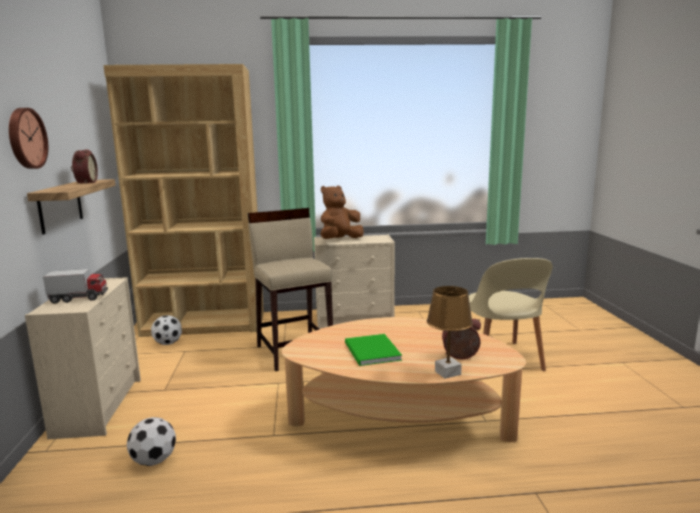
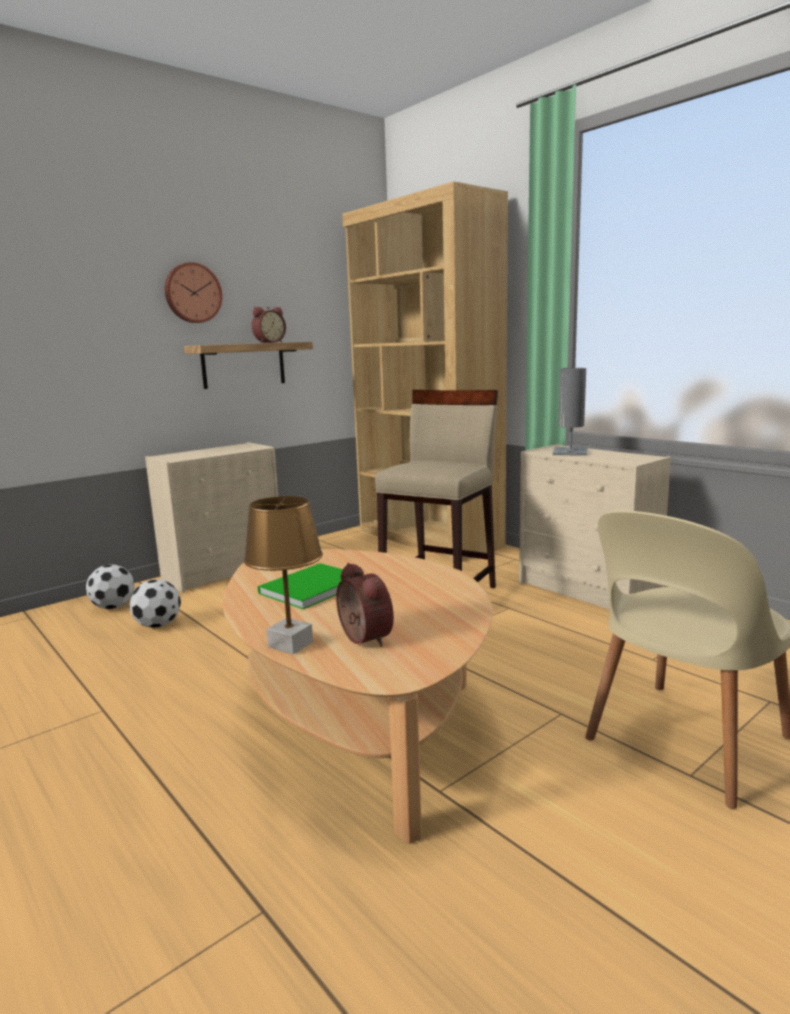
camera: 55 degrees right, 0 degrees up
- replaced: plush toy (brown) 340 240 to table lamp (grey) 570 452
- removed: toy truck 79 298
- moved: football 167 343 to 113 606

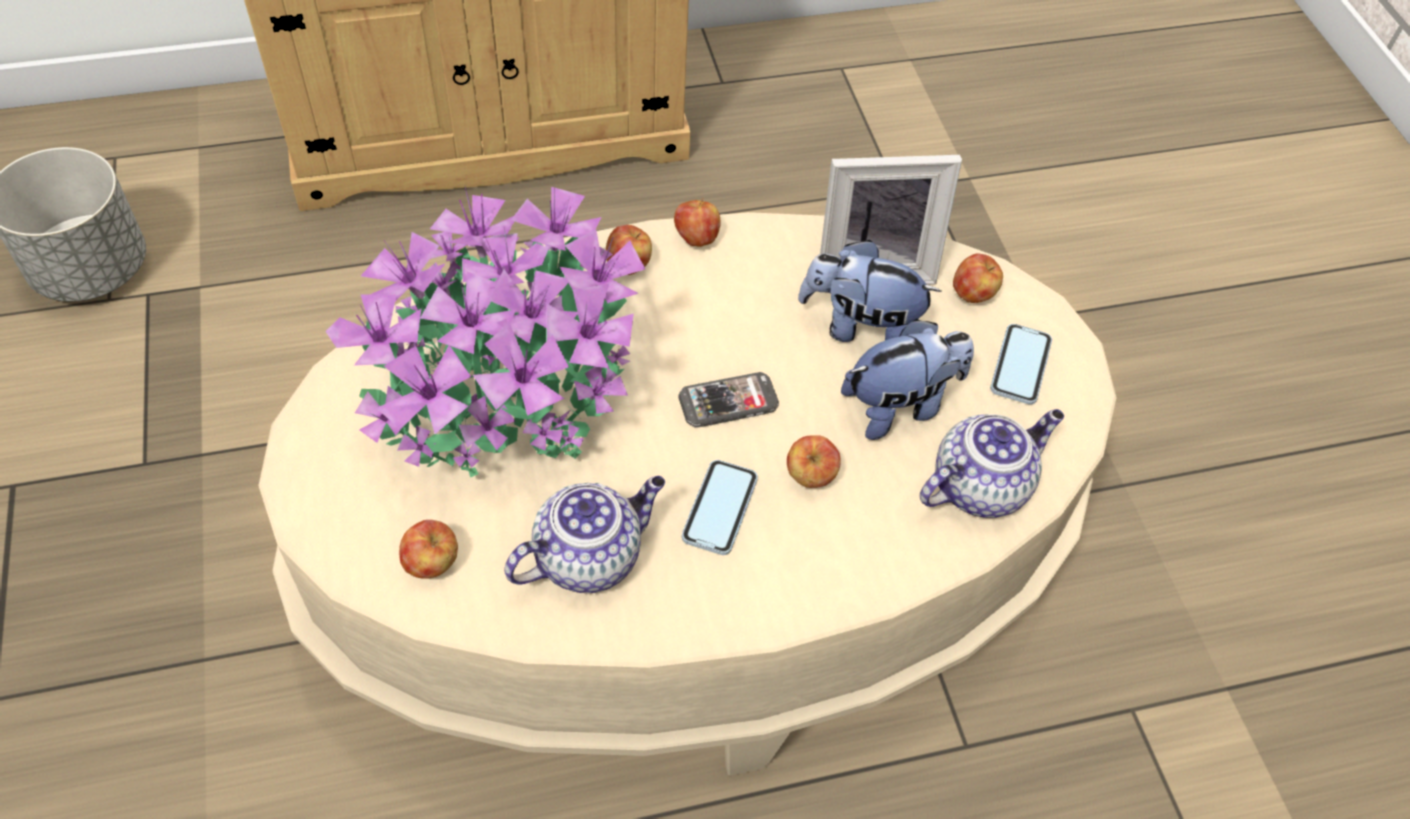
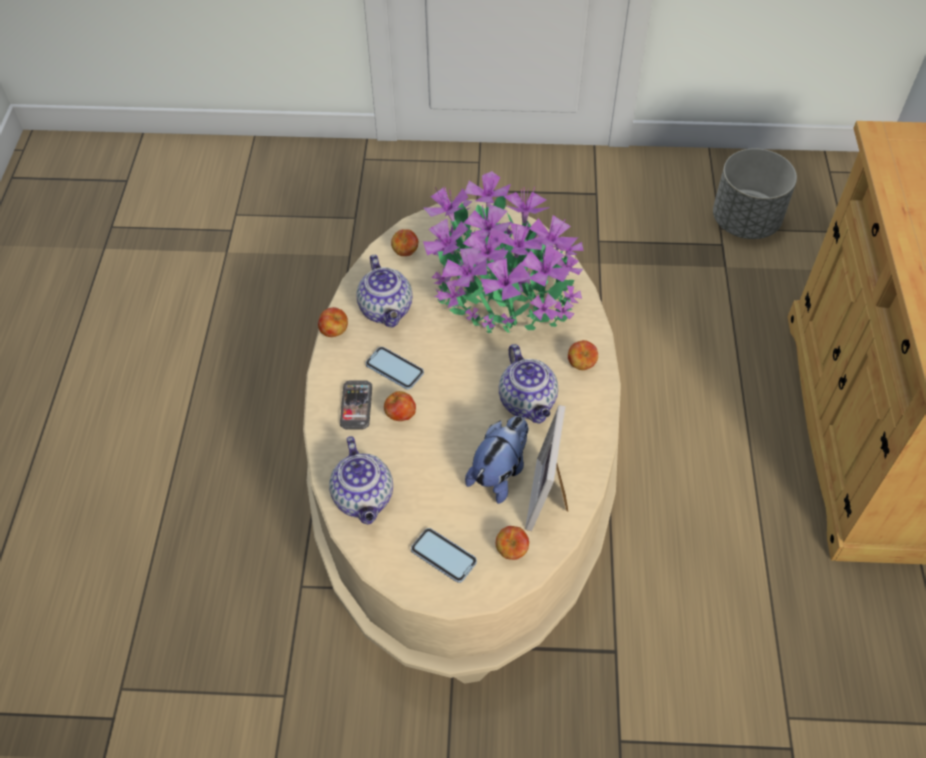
camera: 110 degrees right, 0 degrees up
- moved: apple 696 238 to 334 331
- removed: plush toy 900 406
- moved: phone 728 402 to 356 406
- added: teapot 528 402

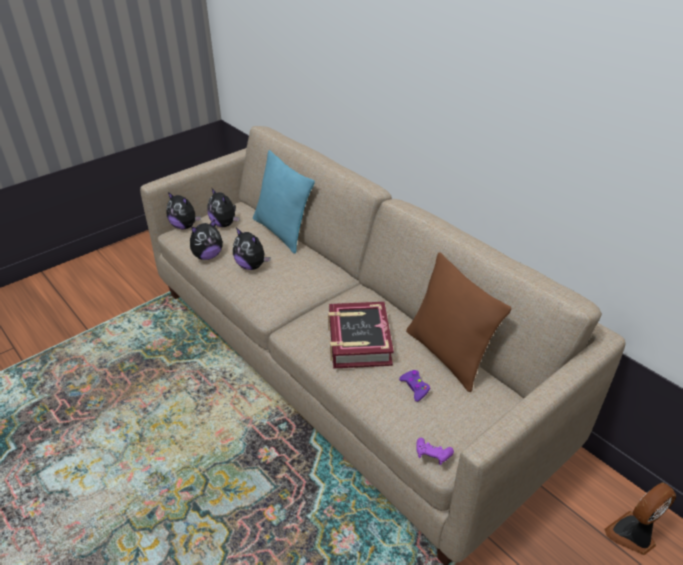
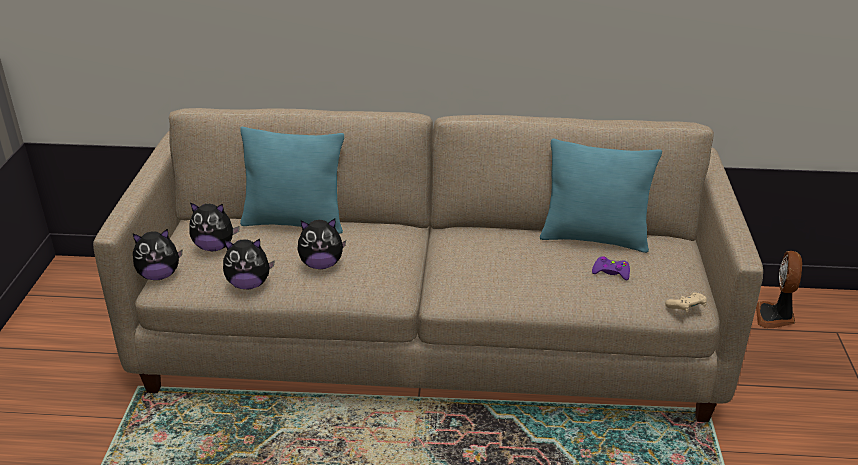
camera: 45 degrees left, 5 degrees down
- turned: plush toy 207 256 = 249 284 75 degrees clockwise
- recoloured: pillow (brown) 447 355 to pillow (turquoise) 594 238
- removed: book 358 341
- recoloured: game controller (purple) 432 456 to game controller (beige) 686 308

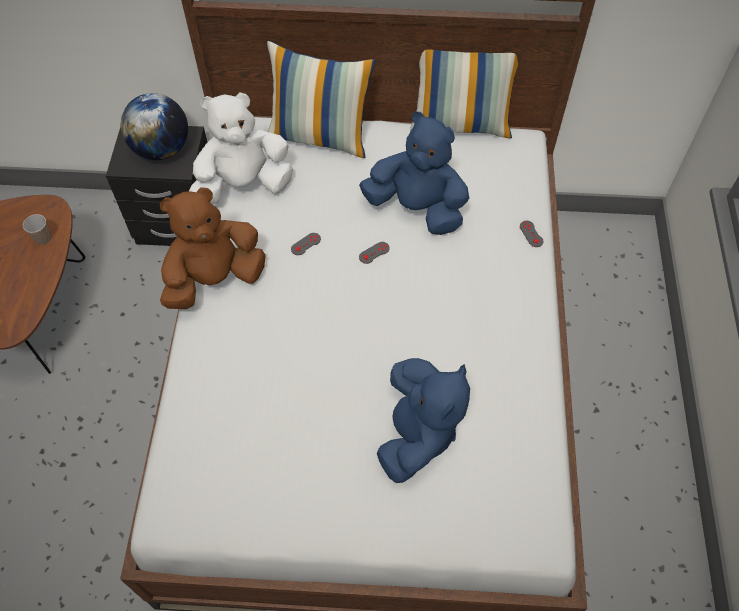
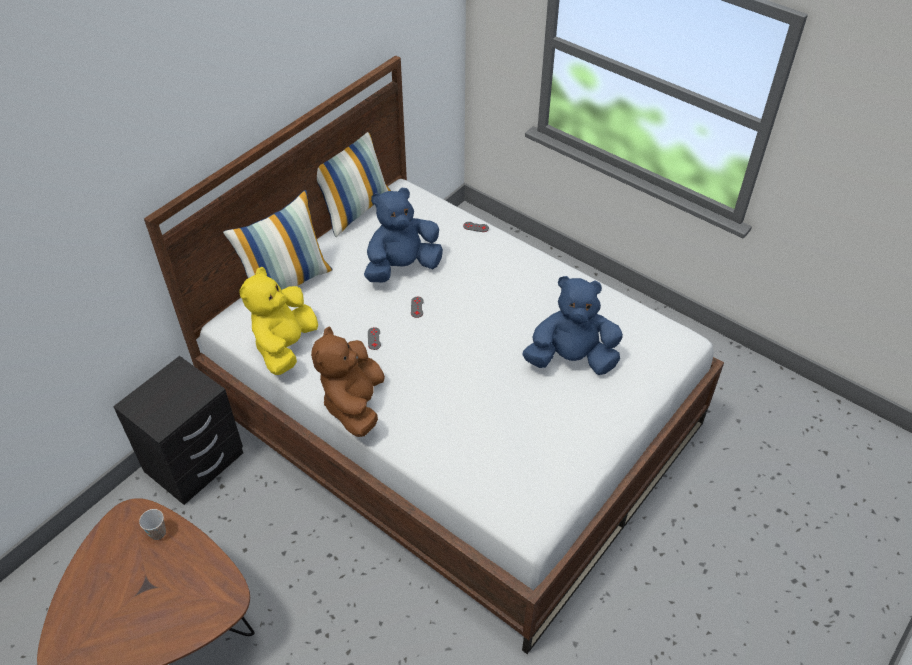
camera: 55 degrees left, 10 degrees down
- recoloured: plush toy (white) 243 185 to plush toy (yellow) 285 346
- removed: globe 161 149
- turned: plush toy (blue) 417 433 = 571 359 45 degrees counterclockwise

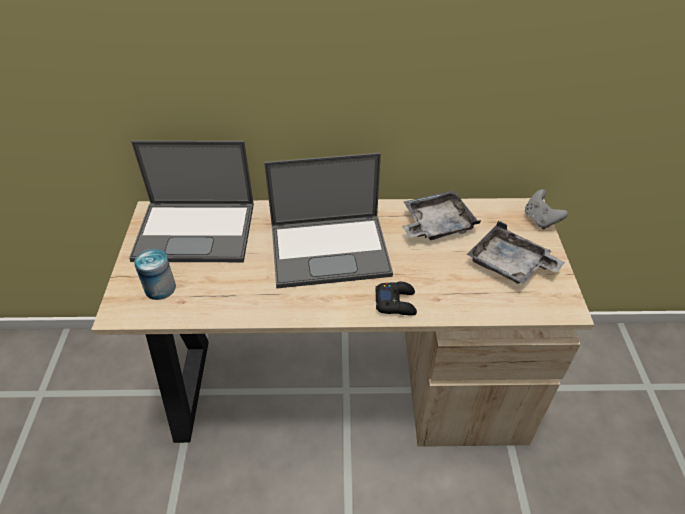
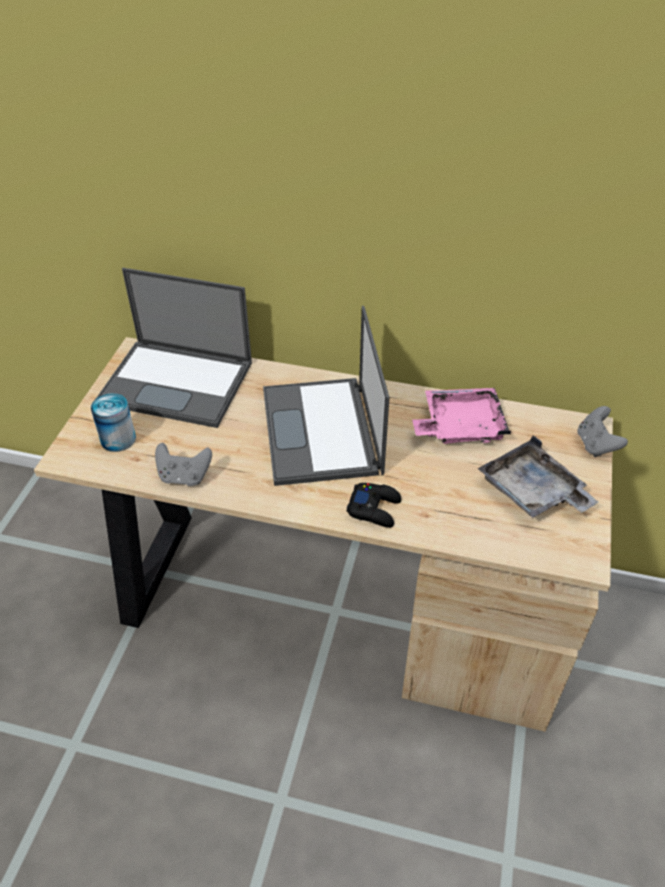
camera: 15 degrees right, 0 degrees up
- turned: laptop 331 249 = 322 432 75 degrees clockwise
- recoloured: tray (grey) 436 224 to tray (pink) 460 426
- added: game controller (grey) 184 476

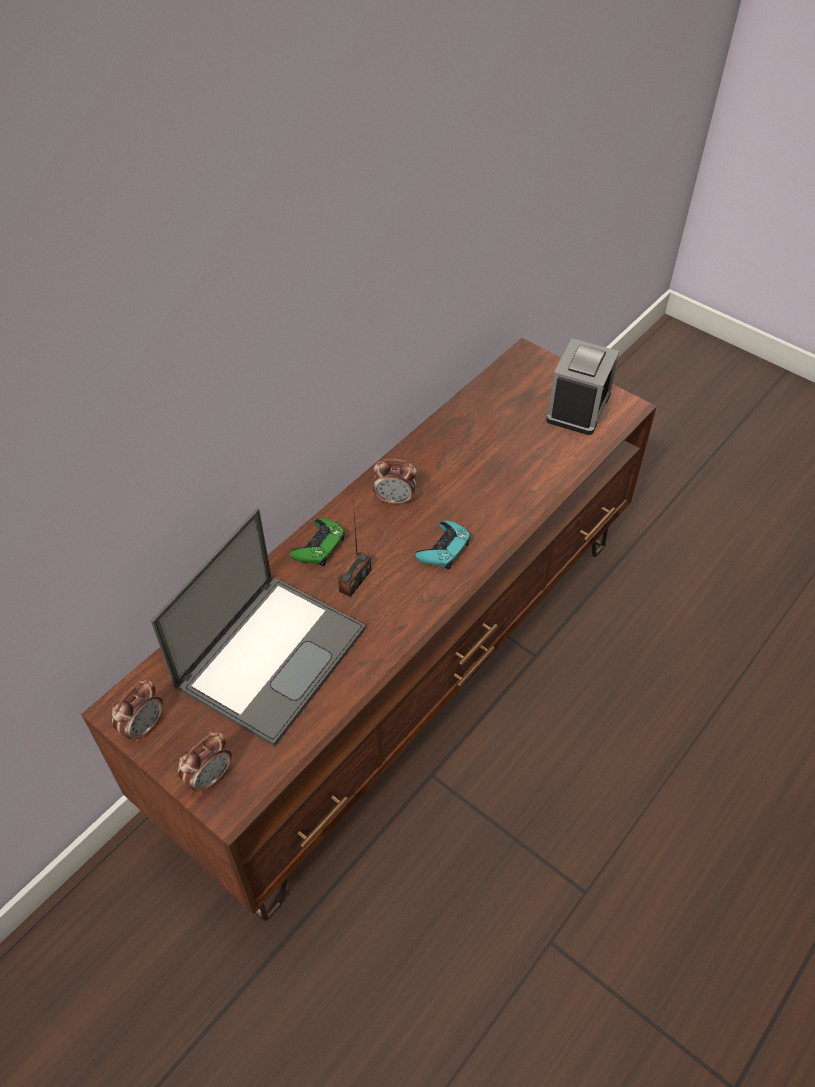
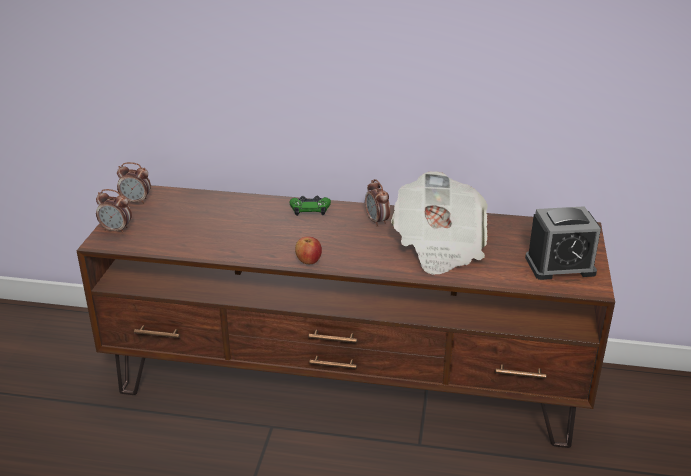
camera: 60 degrees right, 20 degrees down
- removed: radio 355 580
- removed: laptop 272 655
- removed: game controller (turquoise) 444 549
- added: newspaper 439 247
- added: apple 308 261

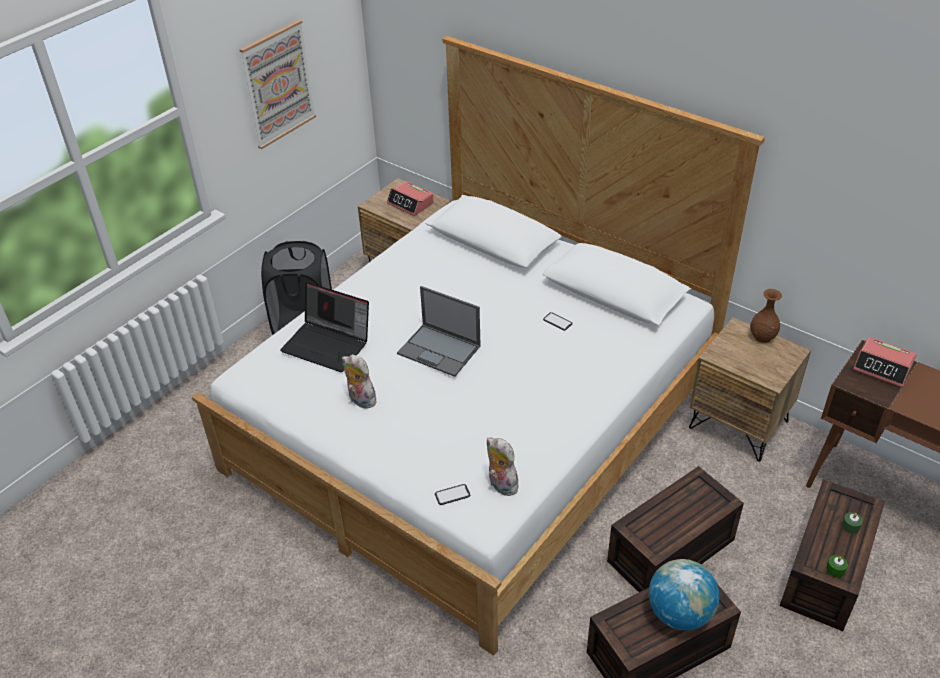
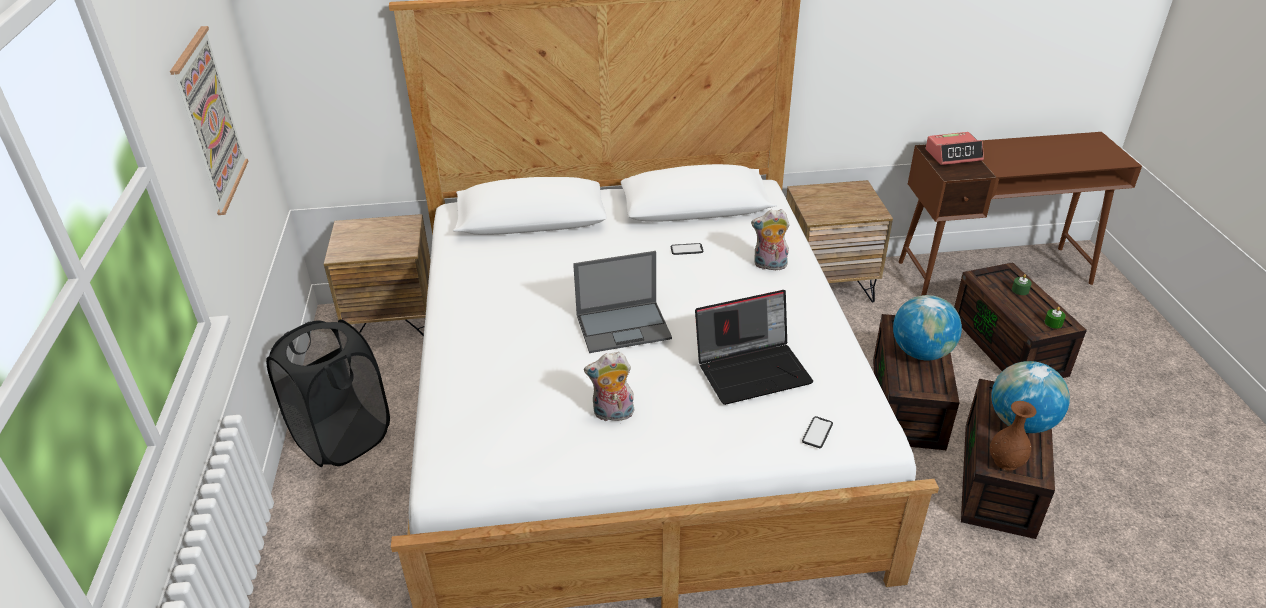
camera: 45 degrees left, 5 degrees down
- removed: alarm clock 410 203
- moved: laptop 328 344 to 753 369
- moved: vase (brown) 762 337 to 1006 462
- moved: plush toy 500 485 to 769 266
- added: globe 921 352

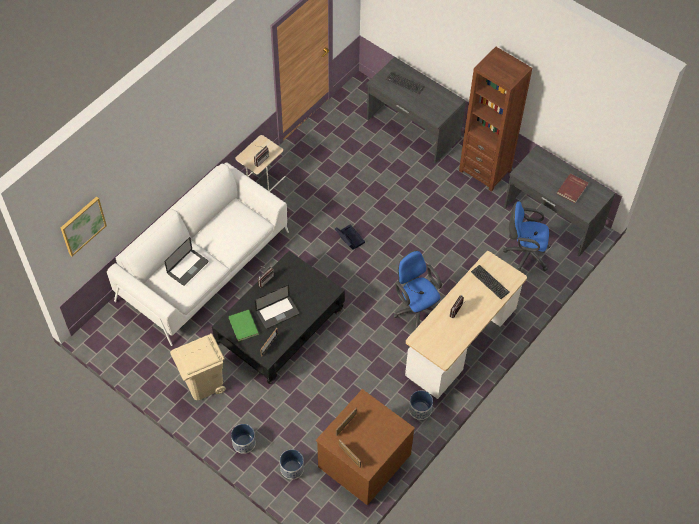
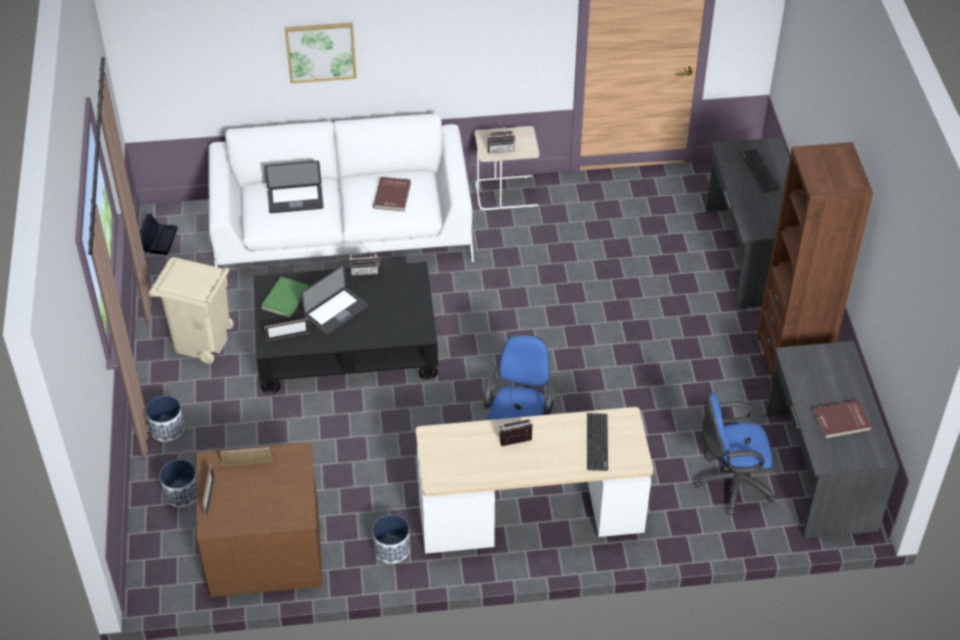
camera: 45 degrees right, 10 degrees down
- moved: picture 82 225 to 321 51
- turned: office chair (blue) 524 254 = 730 483 60 degrees counterclockwise
- moved: storage box (black) 349 238 to 158 239
- turned: laptop 277 313 = 336 312 60 degrees counterclockwise
- added: book (red) 393 195

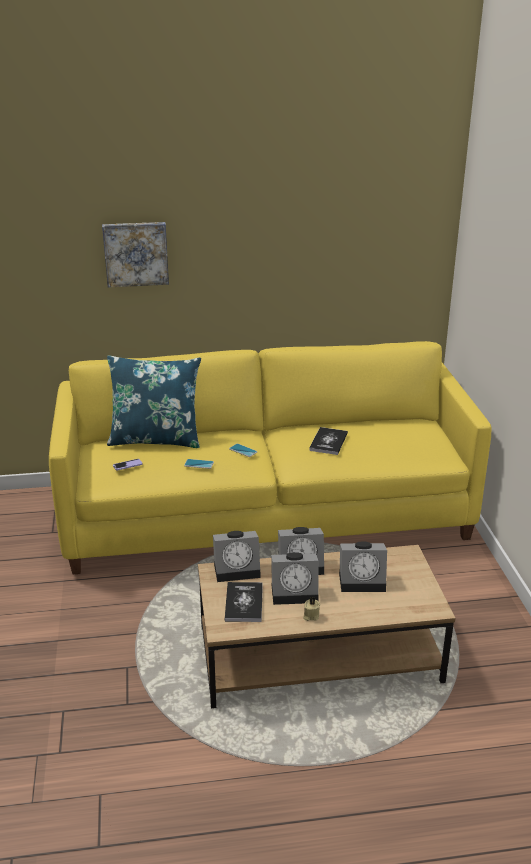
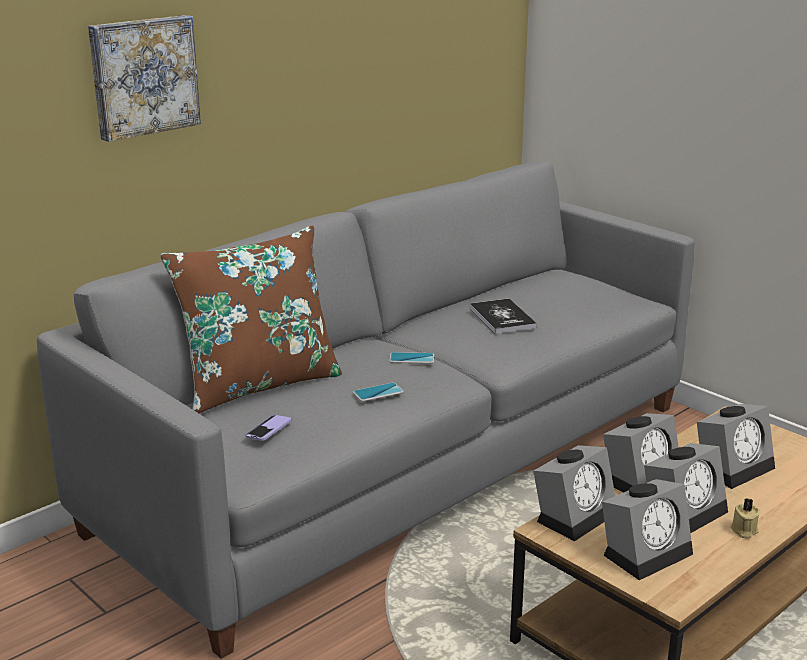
camera: 35 degrees left, 5 degrees down
- recoloured: sofa (yellow) 266 514 to sofa (grey) 404 465
- recoloured: pillow (blue) 156 439 to pillow (brown) 259 384
- replaced: book 244 603 to alarm clock 646 551

